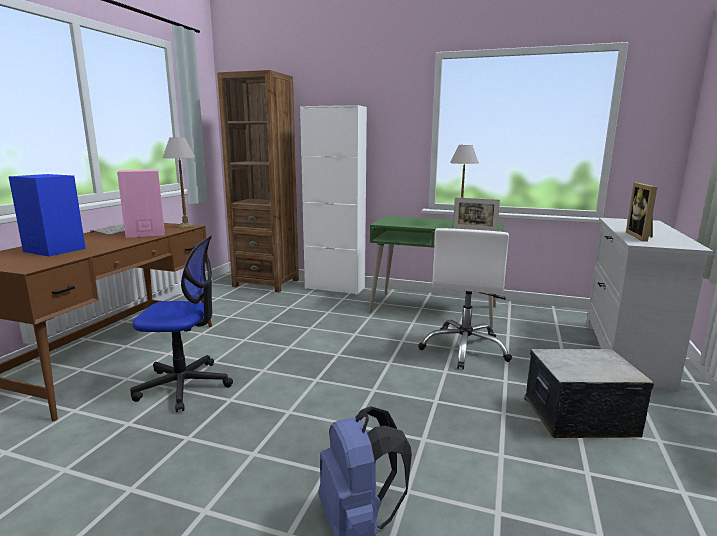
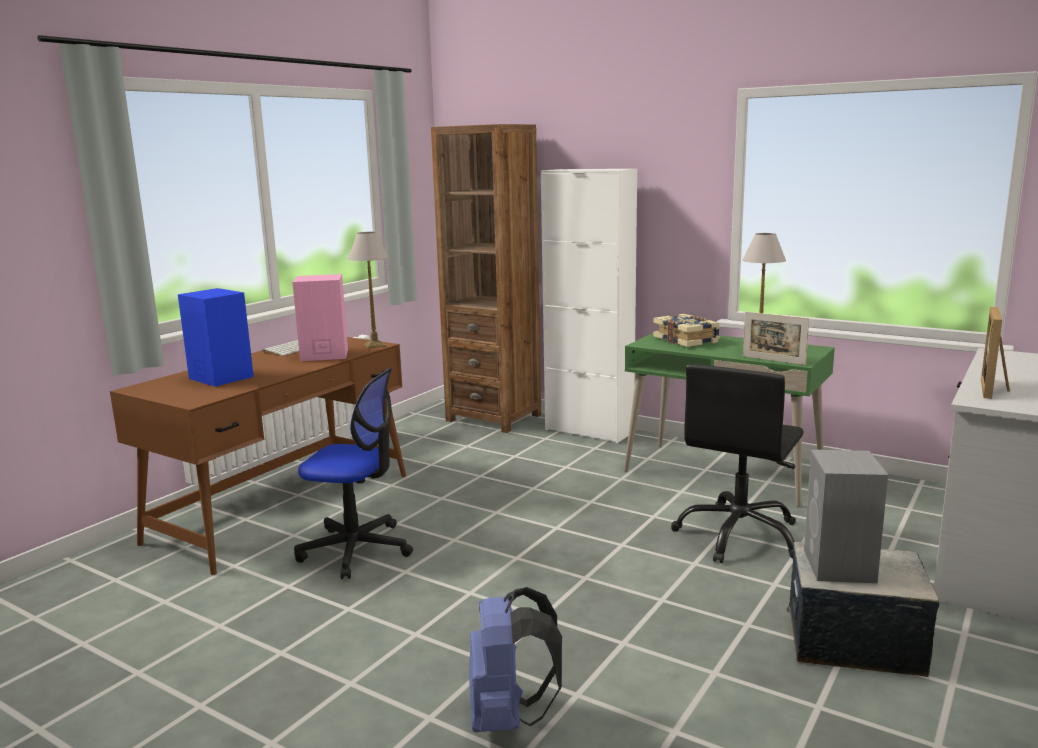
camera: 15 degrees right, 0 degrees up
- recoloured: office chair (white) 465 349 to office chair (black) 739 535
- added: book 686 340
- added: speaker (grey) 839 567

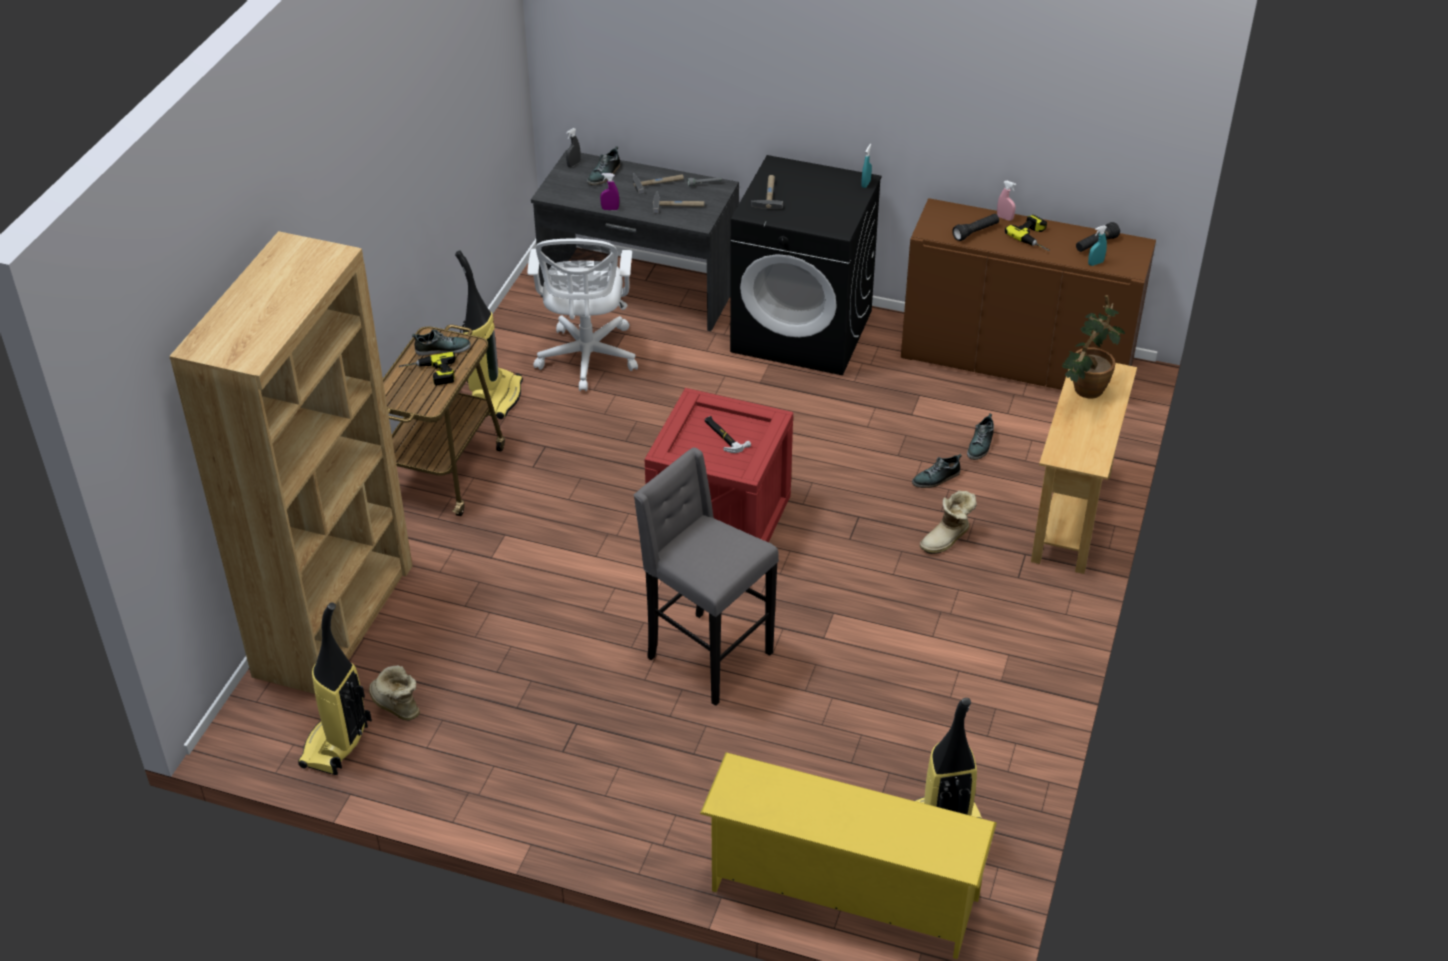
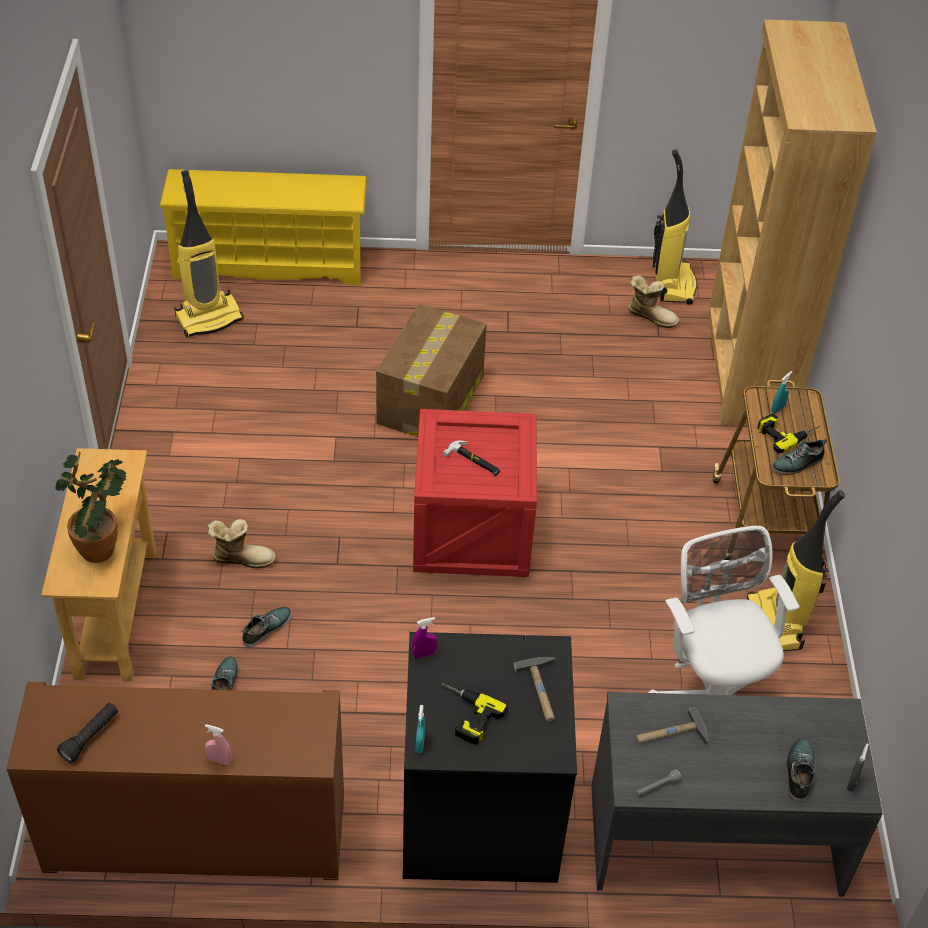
camera: 160 degrees right, 5 degrees up
- moved: spray bottle (purple) 610 209 to 424 654
- removed: hammer 658 182
- removed: flashlight (black) 975 232
- moved: power drill 1036 238 to 464 715
- moved: spray bottle (turquoise) 1095 263 to 778 409
- replaced: stool (grey) 706 656 to cardboard box 430 401
- turned: boot 947 539 = 242 557 60 degrees clockwise

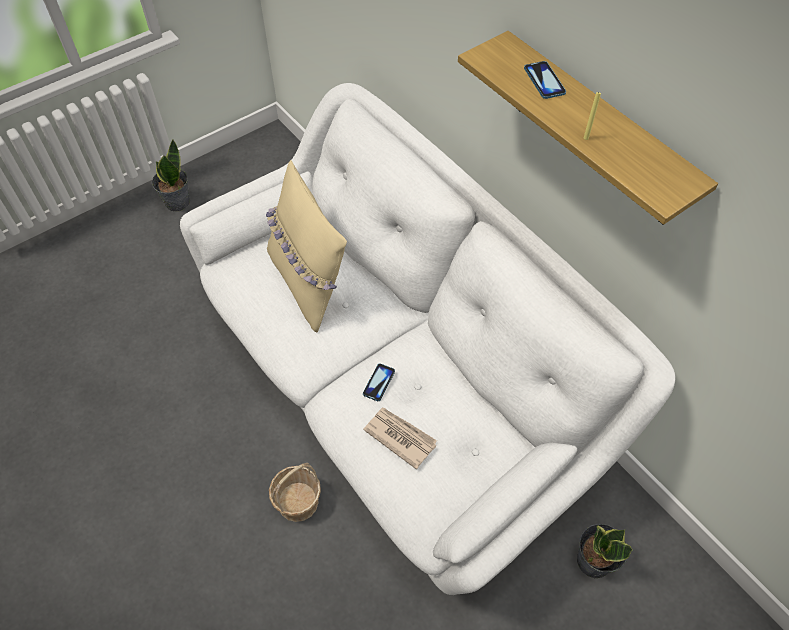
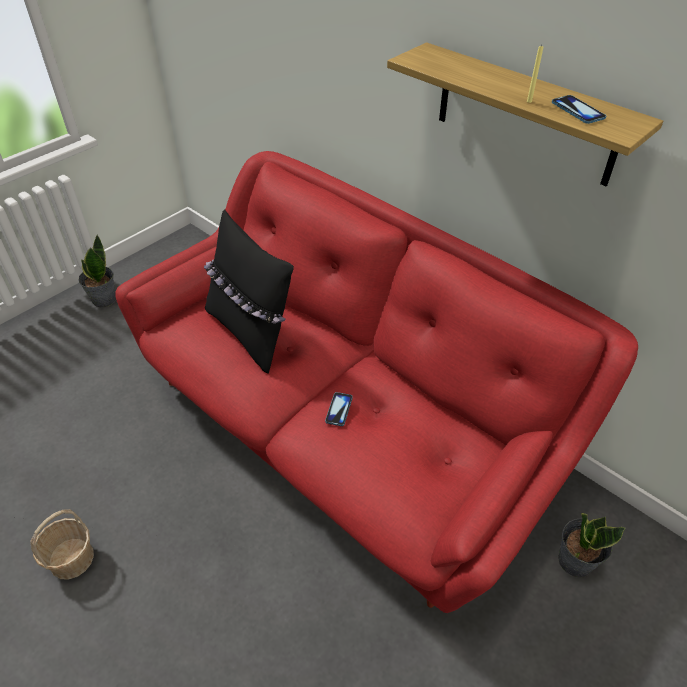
camera: 10 degrees left, 10 degrees down
- moved: phone 544 81 to 577 111
- recoloured: sofa (white) 395 386 to sofa (red) 344 430
- recoloured: pillow (beige) 308 283 to pillow (black) 251 332
- removed: newspaper 400 437
- moved: basket 297 502 to 71 559

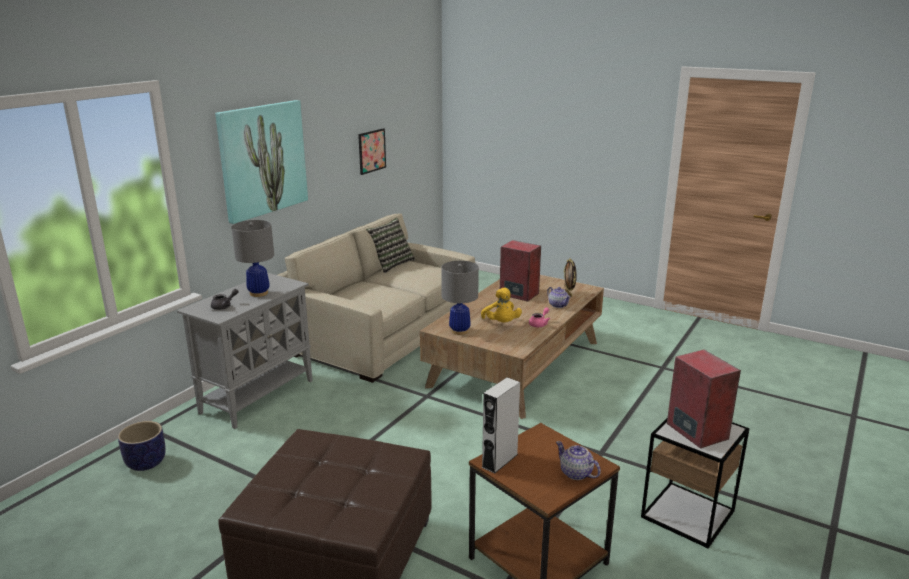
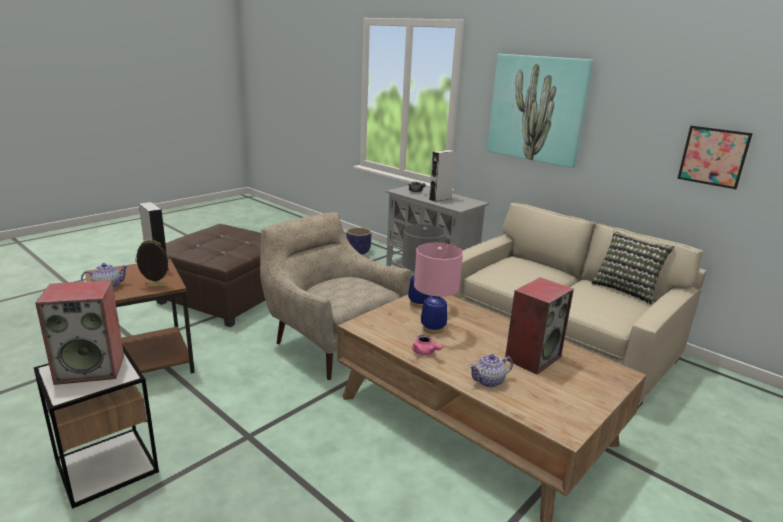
camera: 100 degrees right, 0 degrees up
- replaced: table lamp (grey) 259 293 to speaker (grey) 440 199
- moved: picture frame 569 294 to 155 286
- replaced: plush toy (yellow) 501 323 to table lamp (pink) 432 328
- added: armchair (beige) 333 342

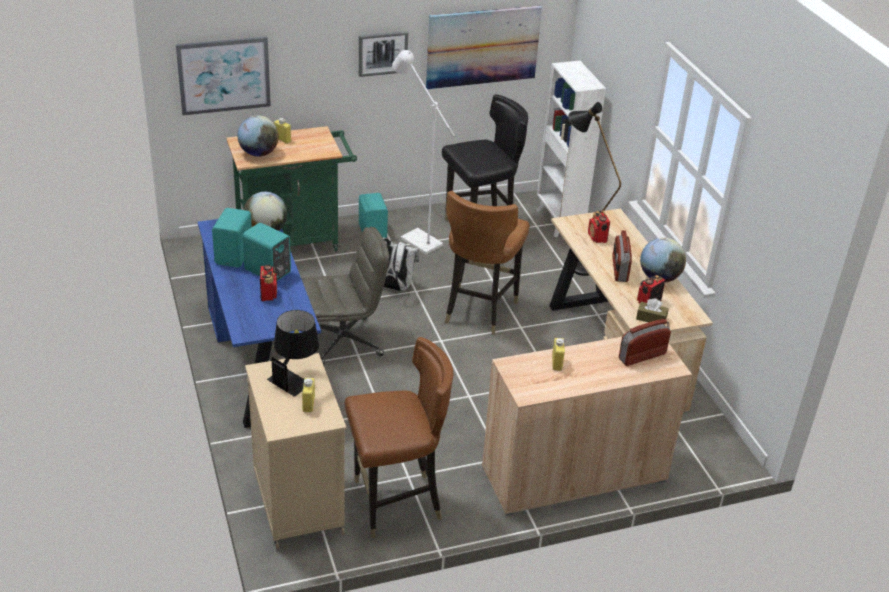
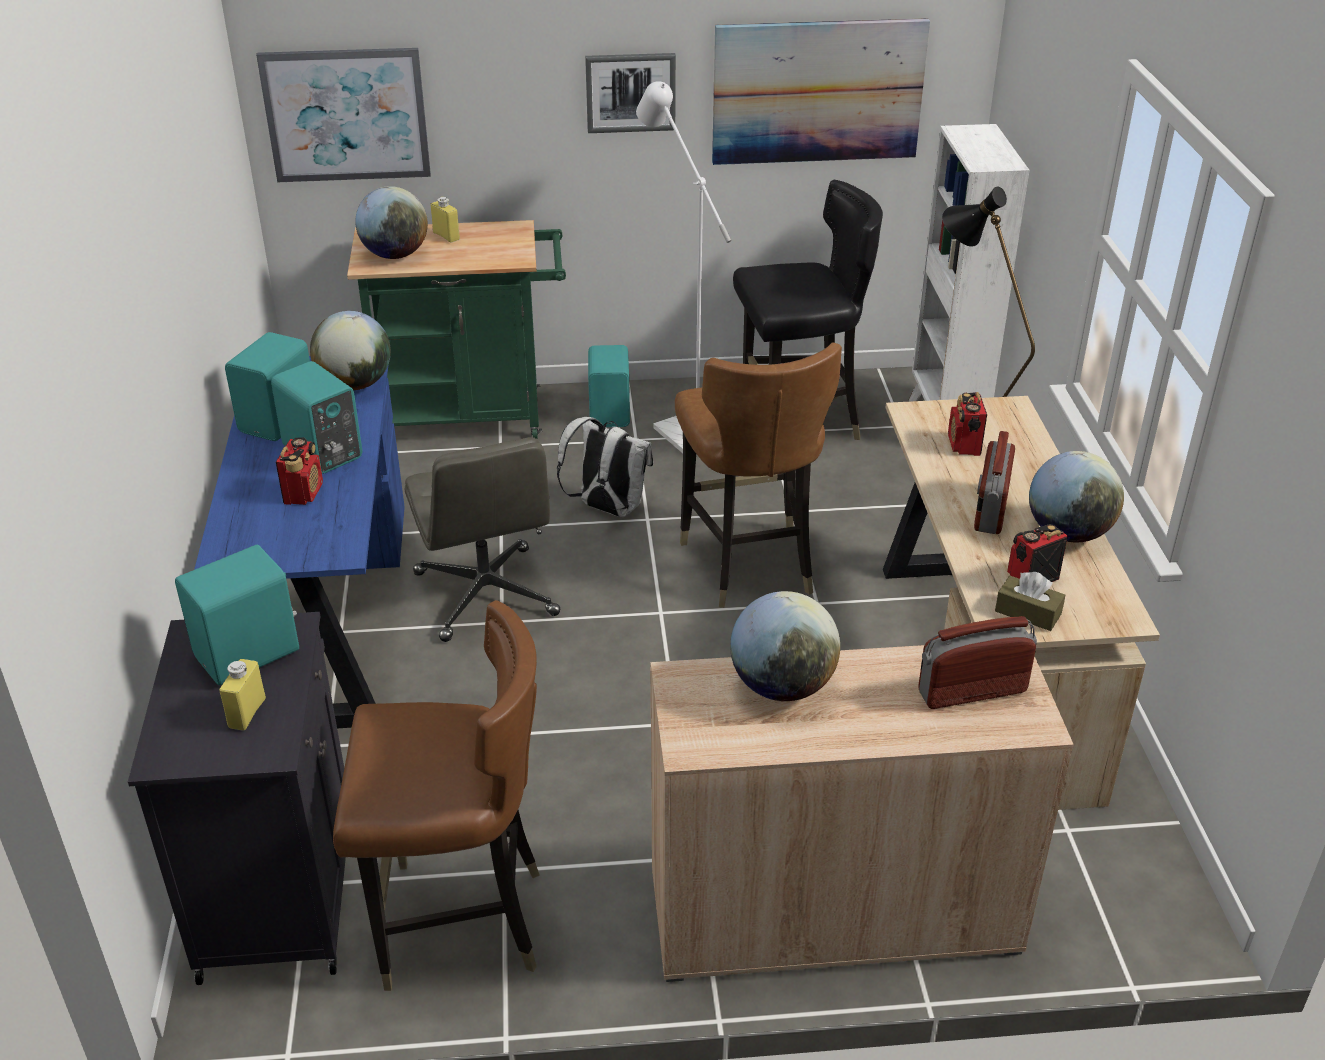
camera: 15 degrees right, 0 degrees up
- turned: chair (brown) 478 310 = 748 564 45 degrees counterclockwise
- turned: office chair (grey) 344 341 = 487 595 75 degrees clockwise
- replaced: table lamp (black) 295 377 to speaker (turquoise) 250 655
- replaced: bottle (yellow) 557 363 to globe 782 686
- recoloured: cabinet (beige) 297 501 to cabinet (black) 279 891

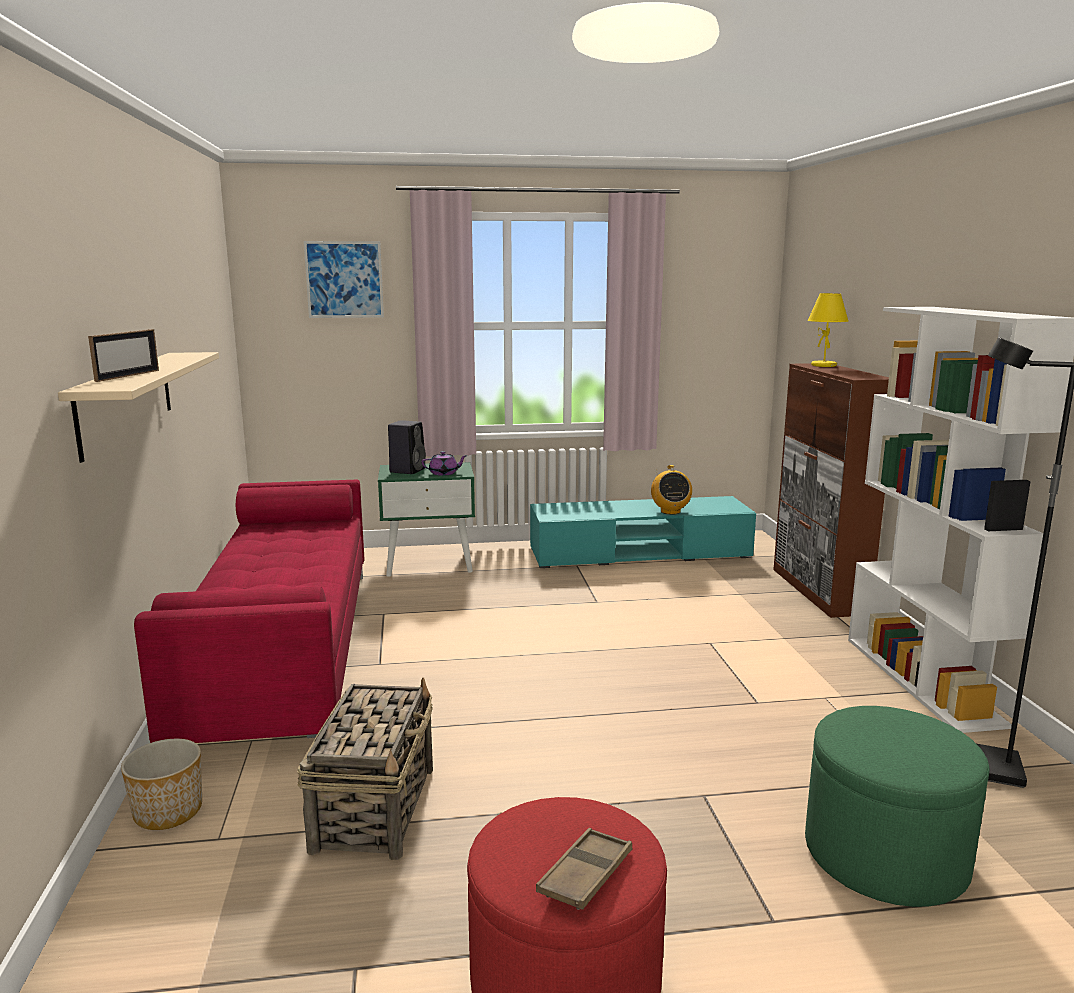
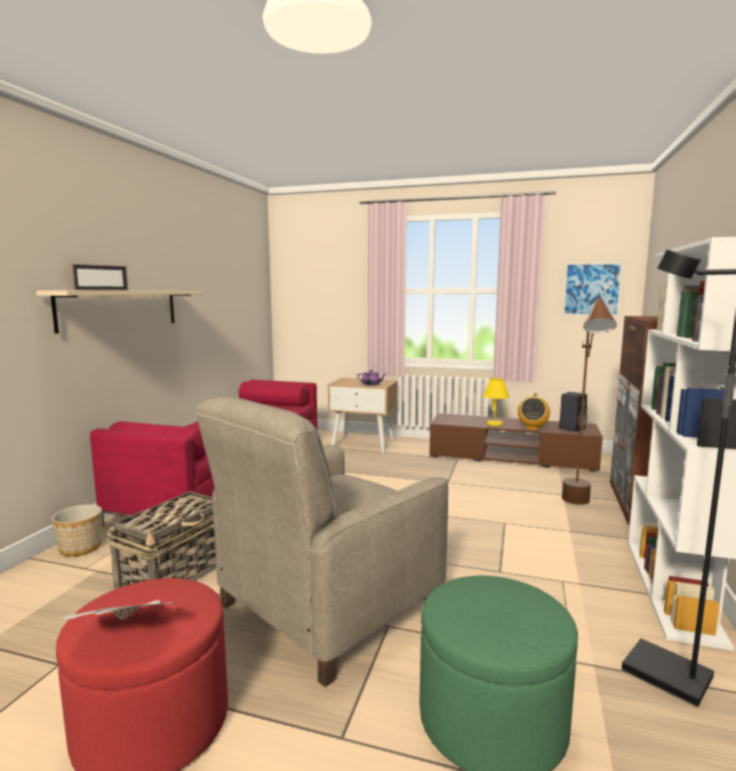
camera: 25 degrees right, 5 degrees down
- moved: picture 344 279 to 591 289
- moved: table lamp (yellow) 824 365 to 495 424
- moved: speaker (black) 407 470 to 572 428
- recoloured: nightstand (green) 429 563 to nightstand (beige) 363 444
- recoloured: tv stand (turquoise) 639 553 to tv stand (brown) 511 457
- replaced: tray (brown) 585 875 to newspaper 127 633
- added: floor lamp (brown) 579 508
- added: armchair (beige) 327 606

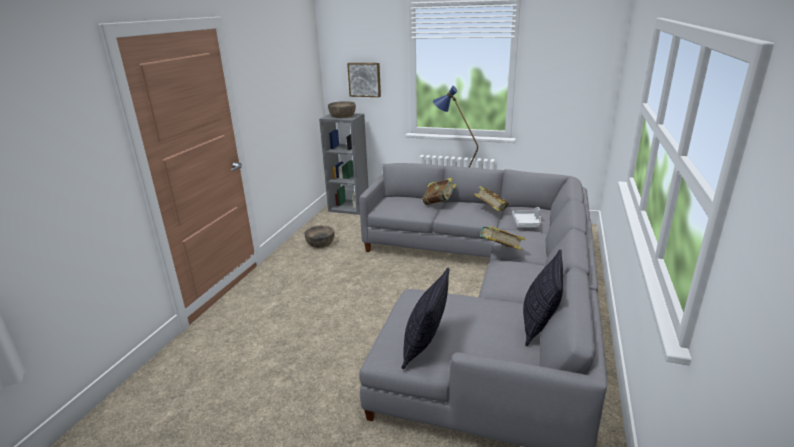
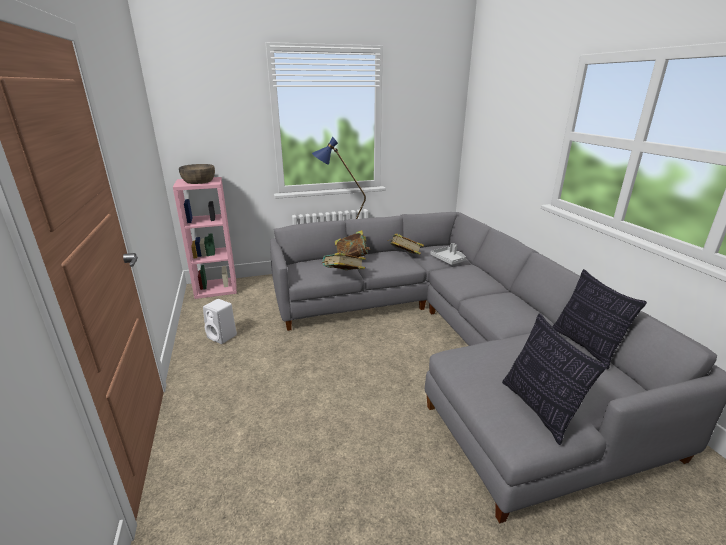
camera: 35 degrees left, 0 degrees up
- removed: picture 364 79
- recoloured: bookcase (grey) 349 207 to bookcase (pink) 216 288
- replaced: bowl (brown) 320 243 to speaker (white) 223 337
- moved: book 499 251 to 343 275

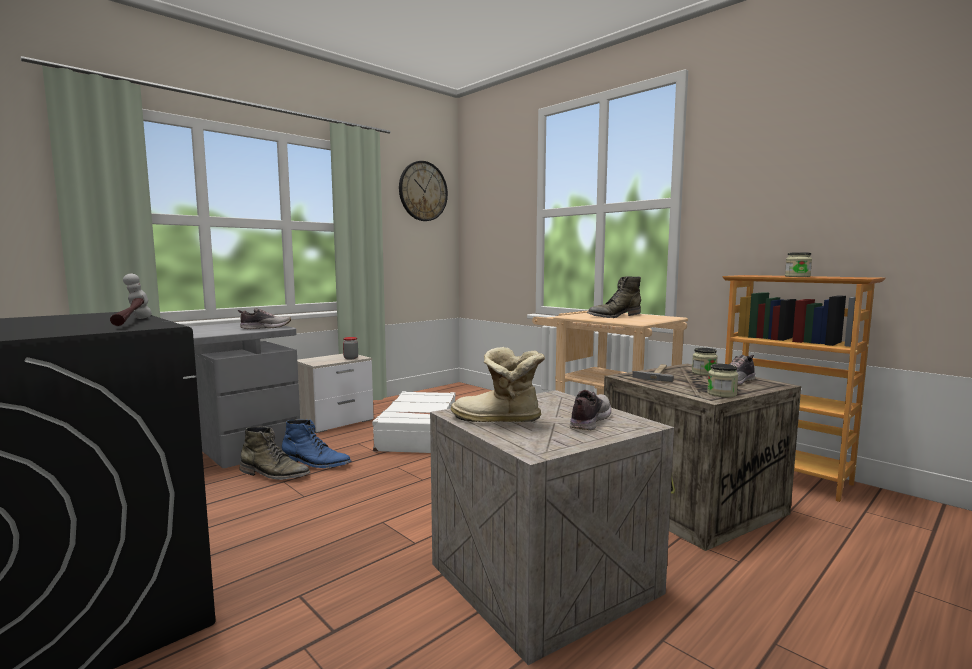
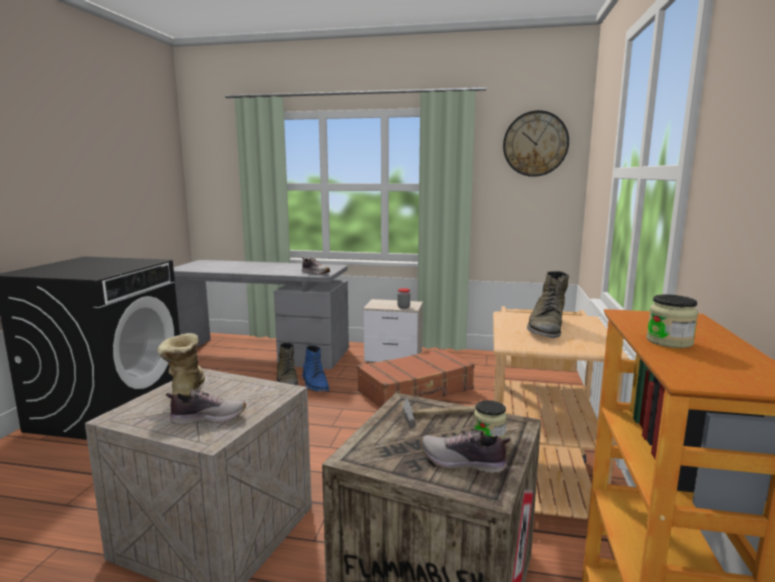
camera: 55 degrees right, 5 degrees up
- removed: hammer 131 323
- turned: boot (green) 613 316 = 546 328 90 degrees counterclockwise
- removed: jar 721 394
- recoloured: suitcase (white) 419 433 to suitcase (brown) 416 390

